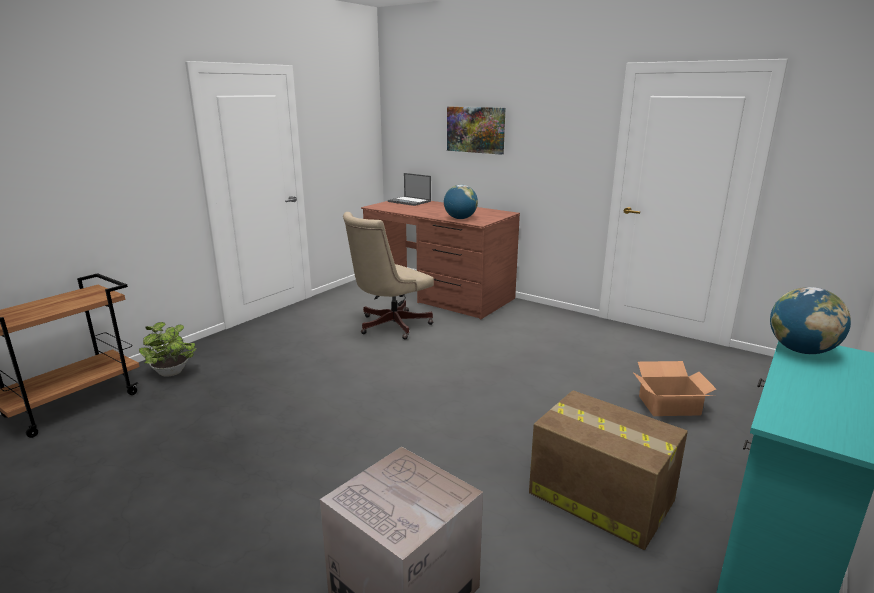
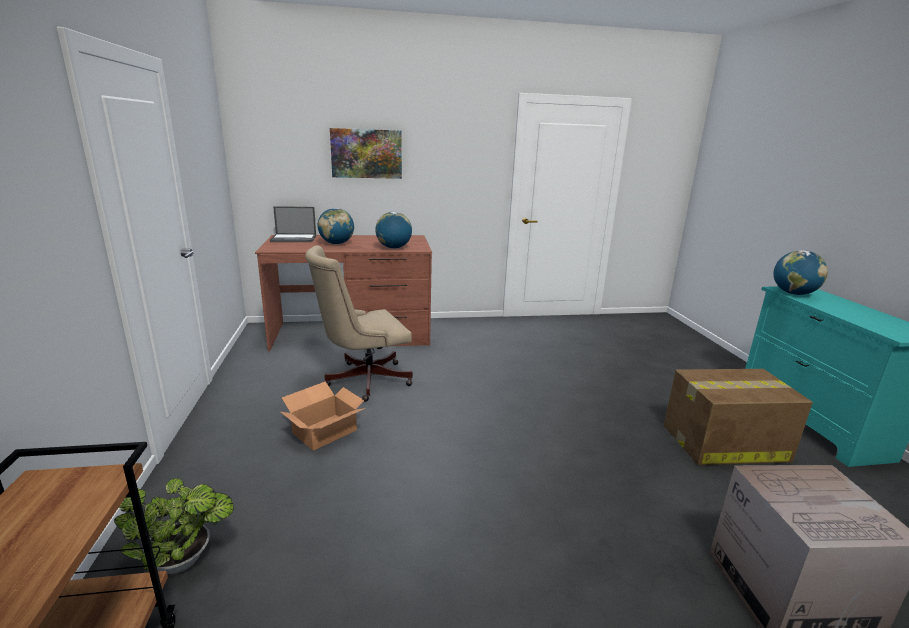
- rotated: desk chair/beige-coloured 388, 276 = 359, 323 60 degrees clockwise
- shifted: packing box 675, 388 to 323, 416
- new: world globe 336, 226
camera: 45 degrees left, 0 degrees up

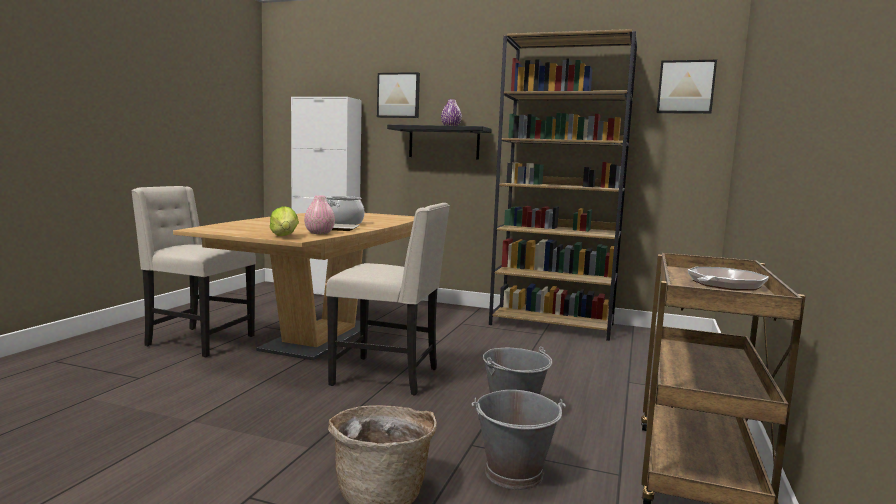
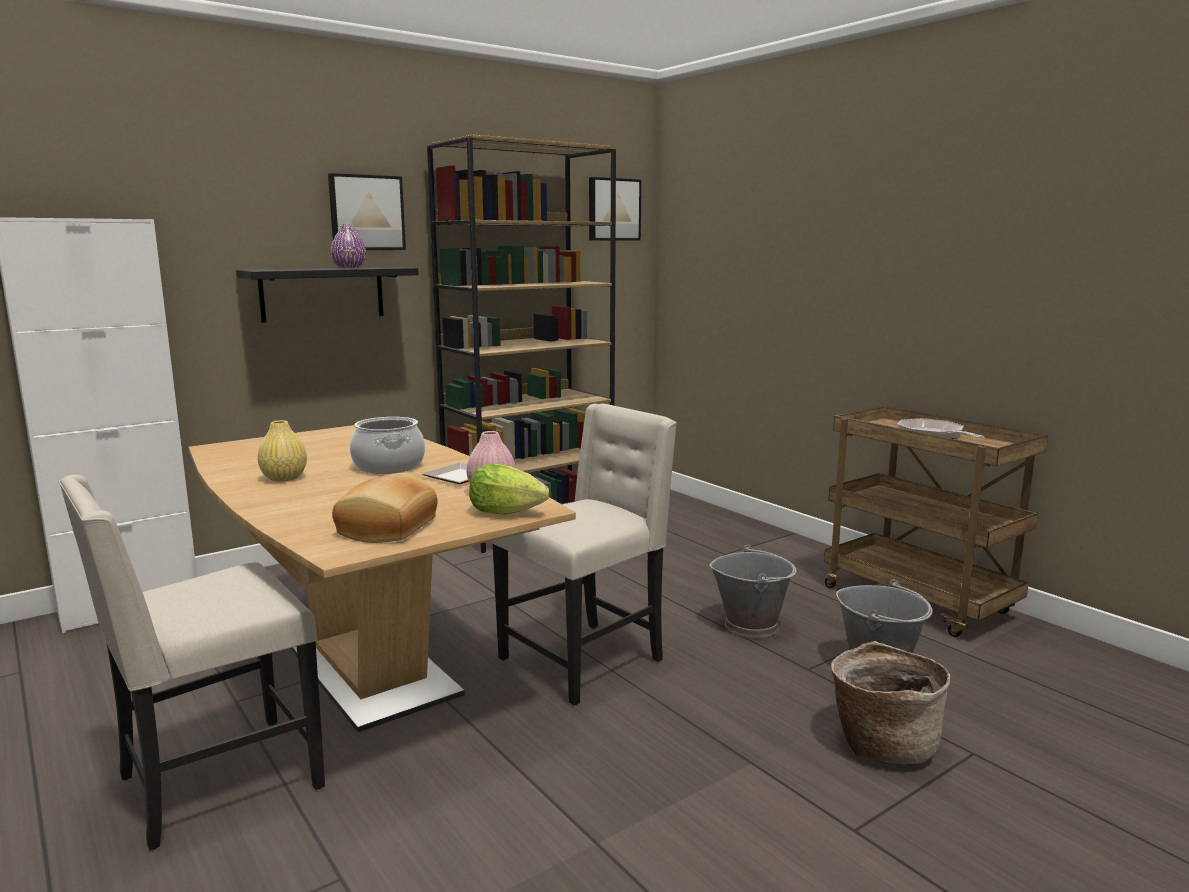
- shifted: picture 398, 95 to 367, 211
- new: vase/yellowish 282, 451
- new: baked bread 385, 508
camera: 55 degrees left, 5 degrees up

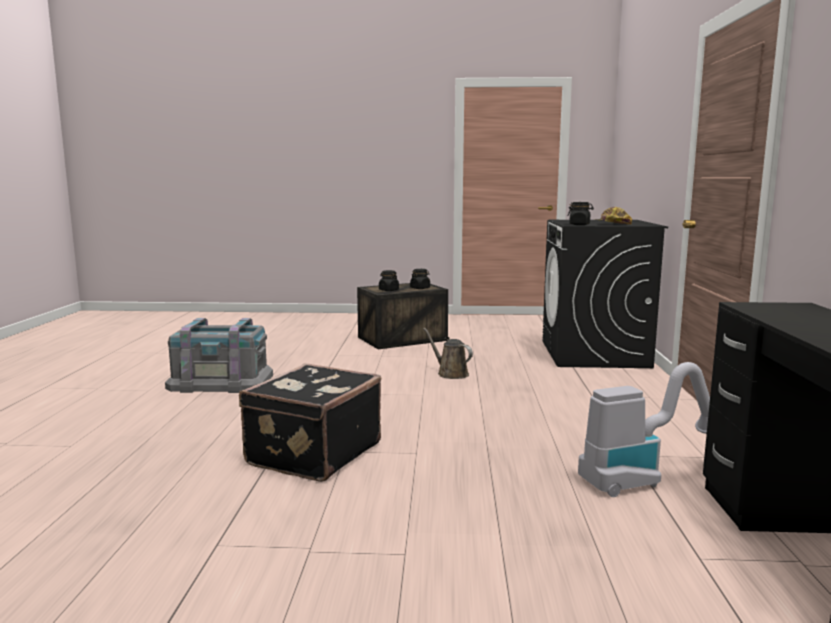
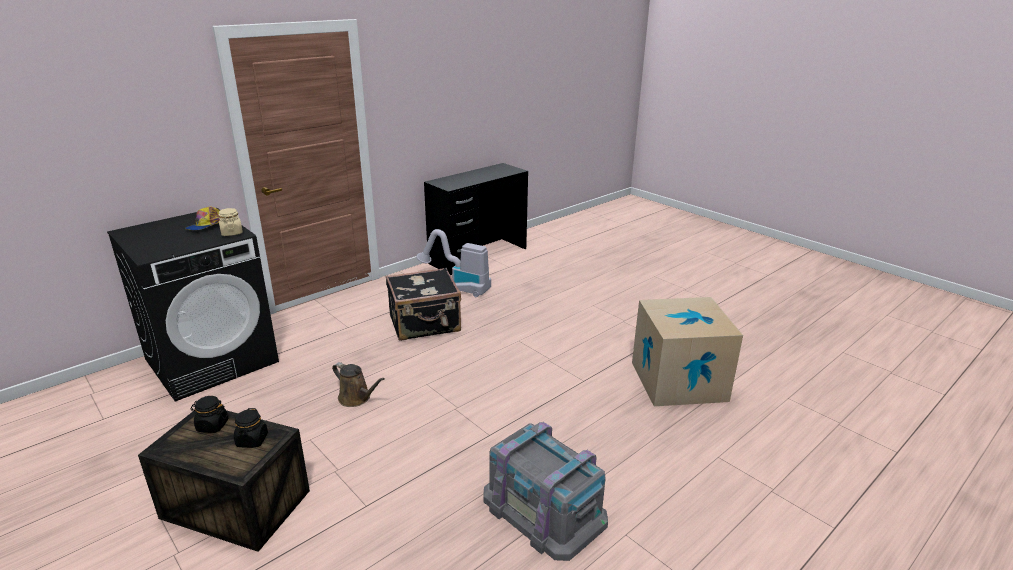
- shifted: travel case/black-coloured 310, 422 to 423, 304
- rotated: watering pot/brown 448, 353 = 358, 384 60 degrees counterclockwise
- repainted: preserve jar/black-coloured 580, 213 to preserve jar/beige-coloured 230, 222
- new: packing box 687, 351
camera: 135 degrees left, 15 degrees up

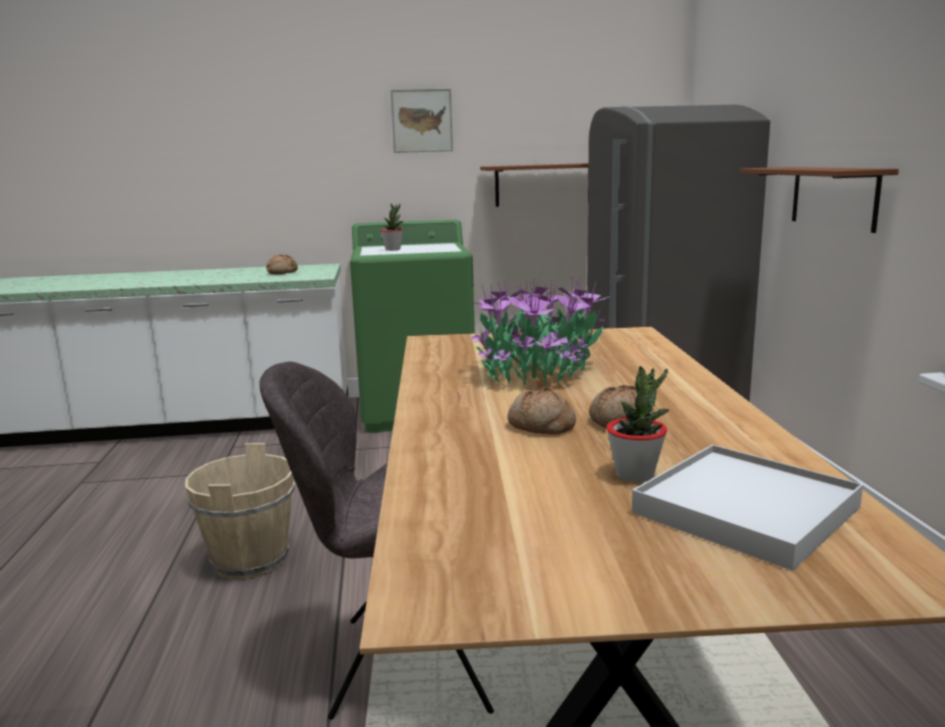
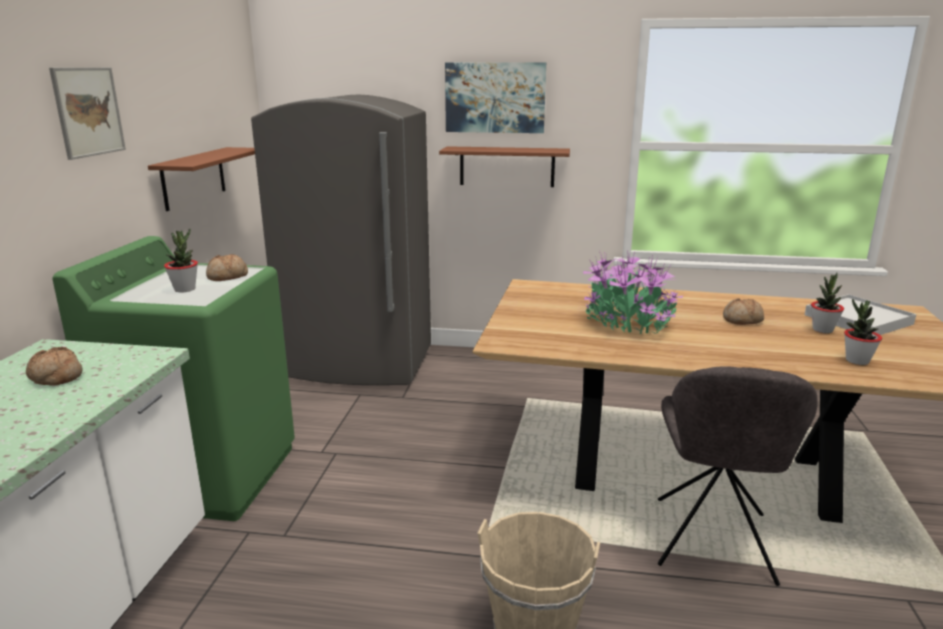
- shifted: baked bread 542, 411 to 227, 267
- new: picture 495, 98
- new: plant in a pot 863, 332
camera: 75 degrees left, 5 degrees up

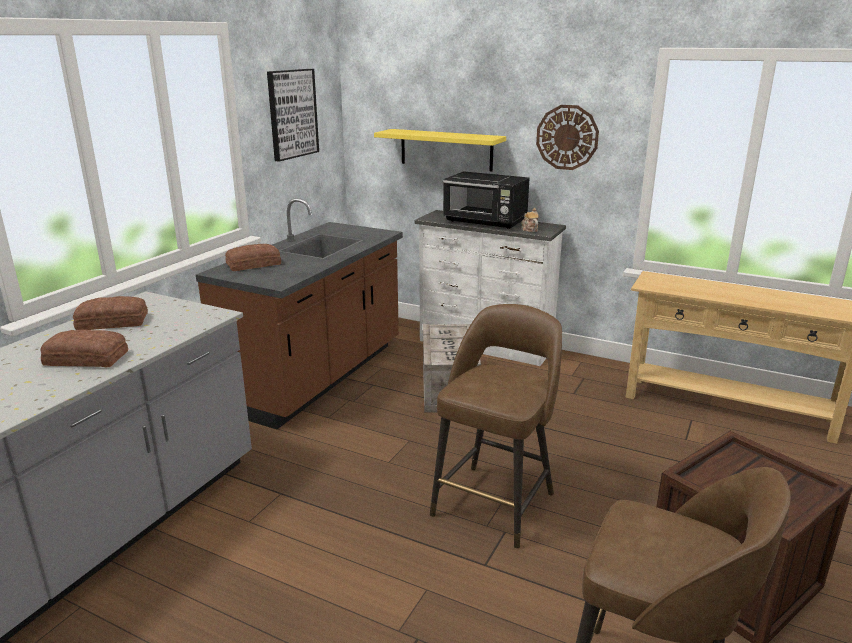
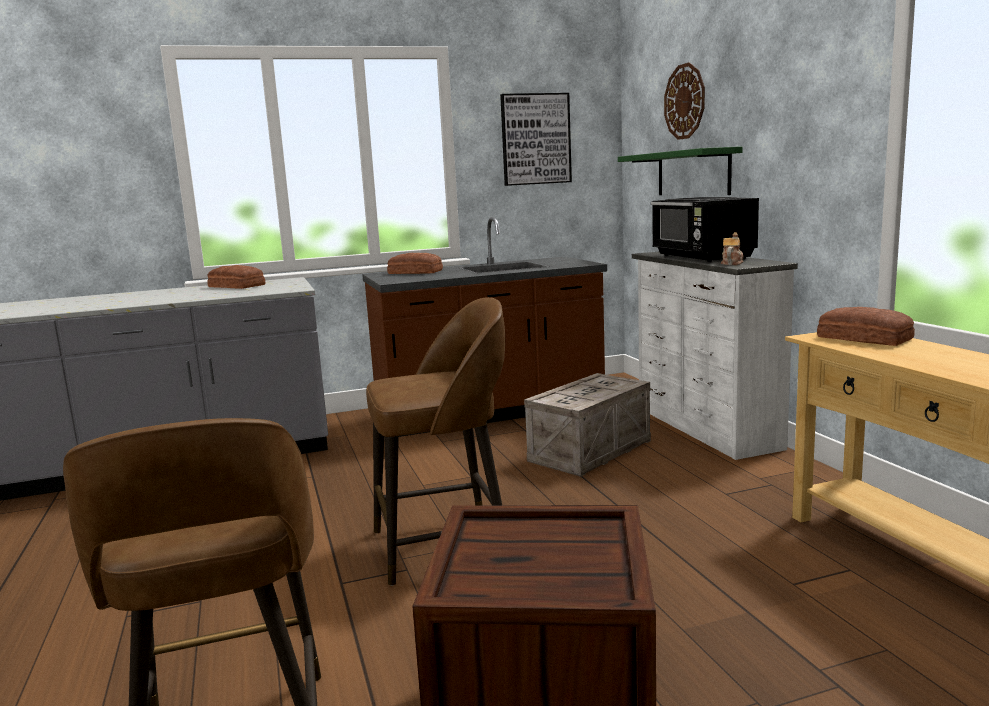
- shifted: baked bread 84, 348 to 866, 326
- repainted: shelf/yellowish 440, 150 to shelf/greenish 680, 170
- shifted: clock on the wall 567, 137 to 684, 101
camera: 45 degrees right, 10 degrees down

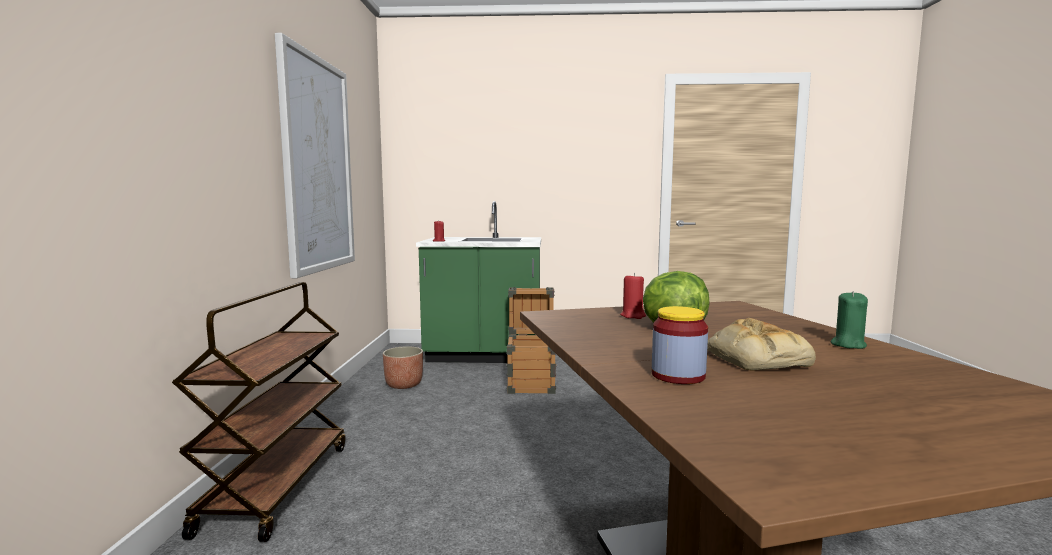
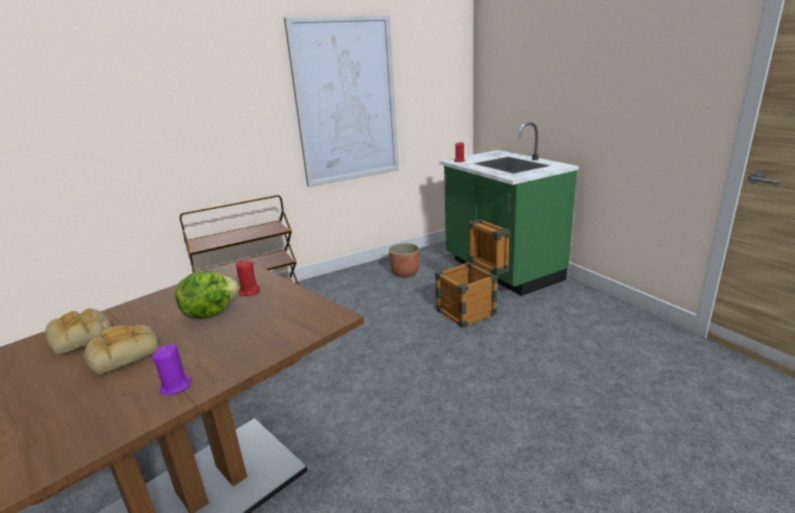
- swapped: preserve jar 680, 345 to baked bread 78, 331
- repainted: wax light/greenish 849, 320 to wax light/purple 172, 369
camera: 60 degrees right, 15 degrees up

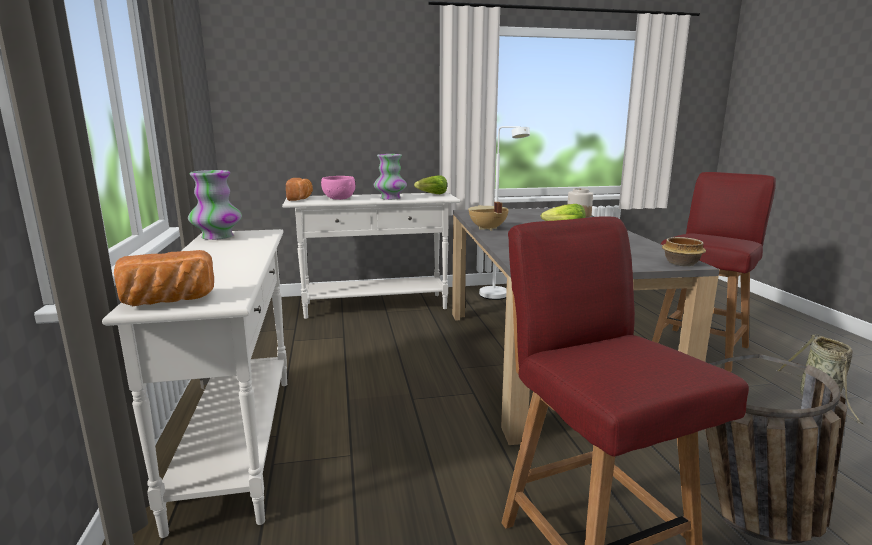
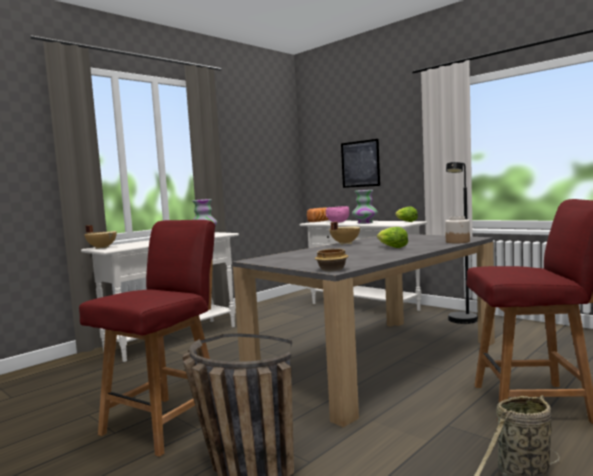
- swapped: baked bread 164, 278 to stockpot/beige-coloured 100, 237
- repainted: standard lamp/white 504, 213 to standard lamp/black-coloured 462, 243
- new: picture 360, 163
camera: 55 degrees right, 10 degrees down

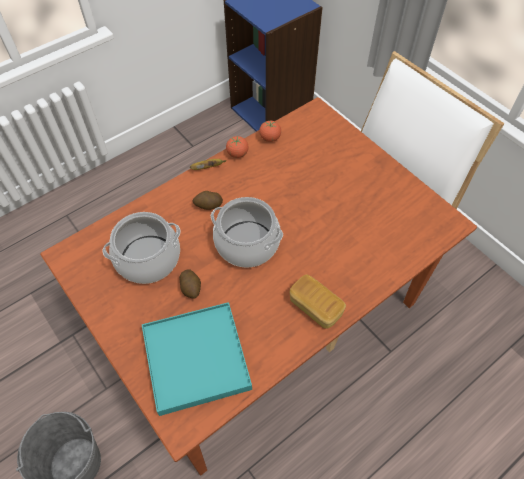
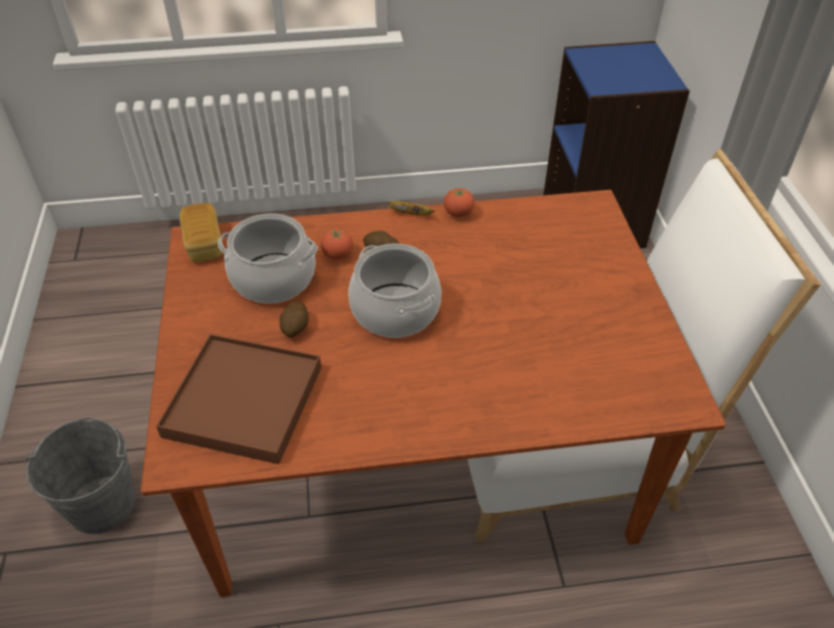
- repainted: carrying tray/turquoise-coloured 197, 359 to carrying tray/brown 238, 399
- shifted: whole tomato 270, 131 to 337, 244
- shifted: baked bread 318, 301 to 200, 232
camera: 30 degrees right, 10 degrees down

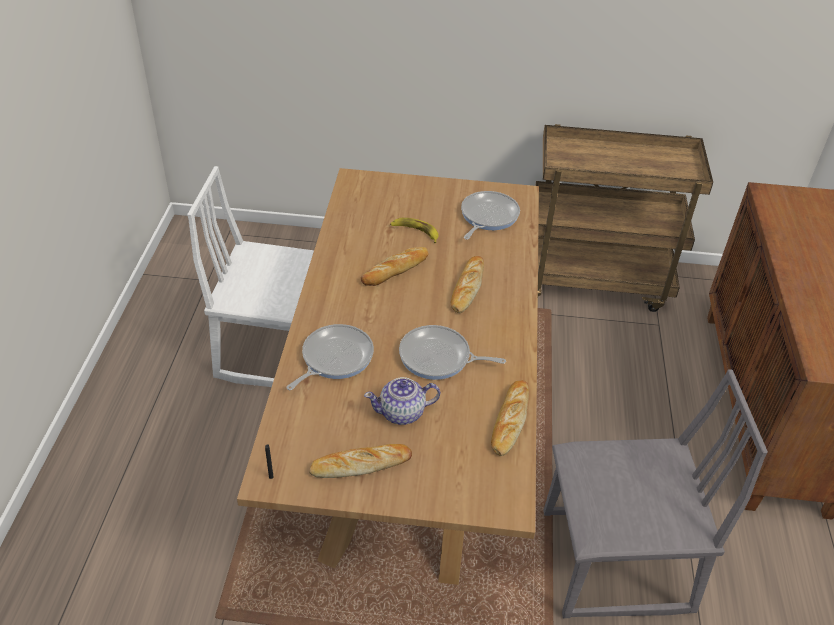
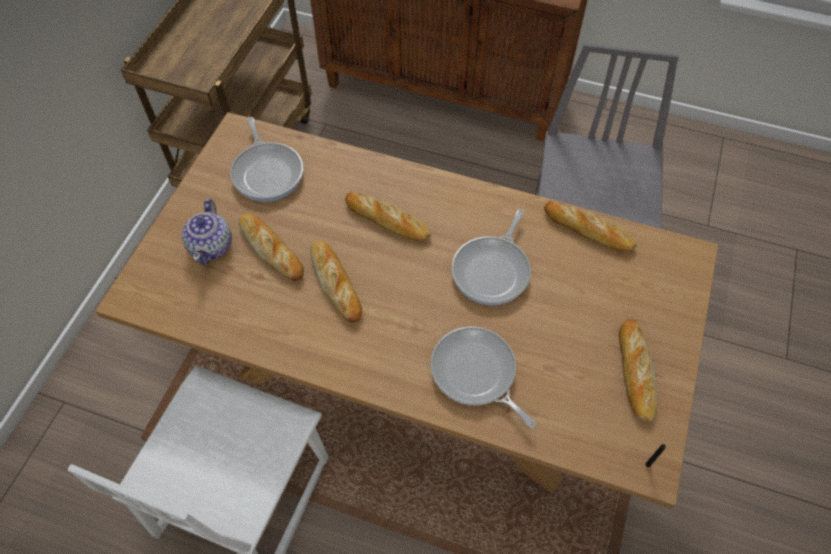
- shifted: teapot 402, 401 to 207, 232
- swapped: whole banana 414, 230 to baked bread 271, 247
- rotated: frying pan 490, 215 = 266, 159 150 degrees counterclockwise
camera: 75 degrees left, 15 degrees up

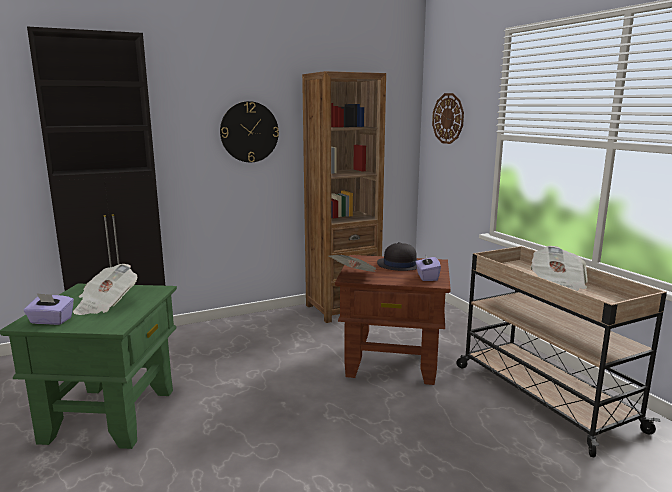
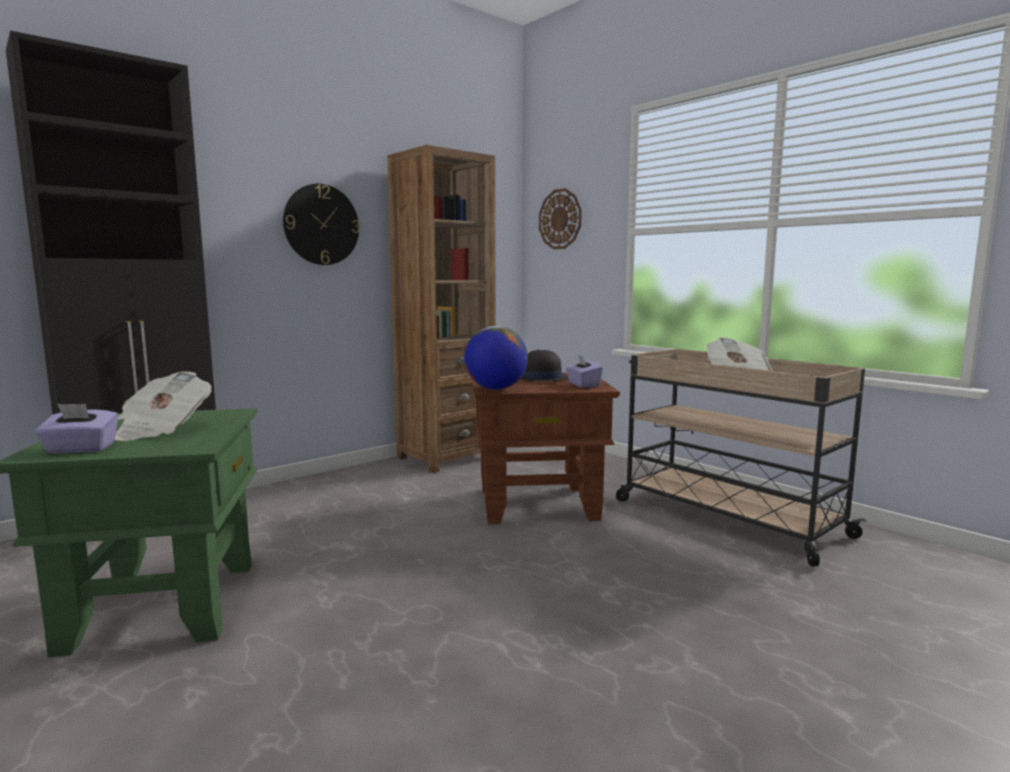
- swapped: printed paper 352, 263 to world globe 496, 358
camera: 15 degrees left, 5 degrees down

